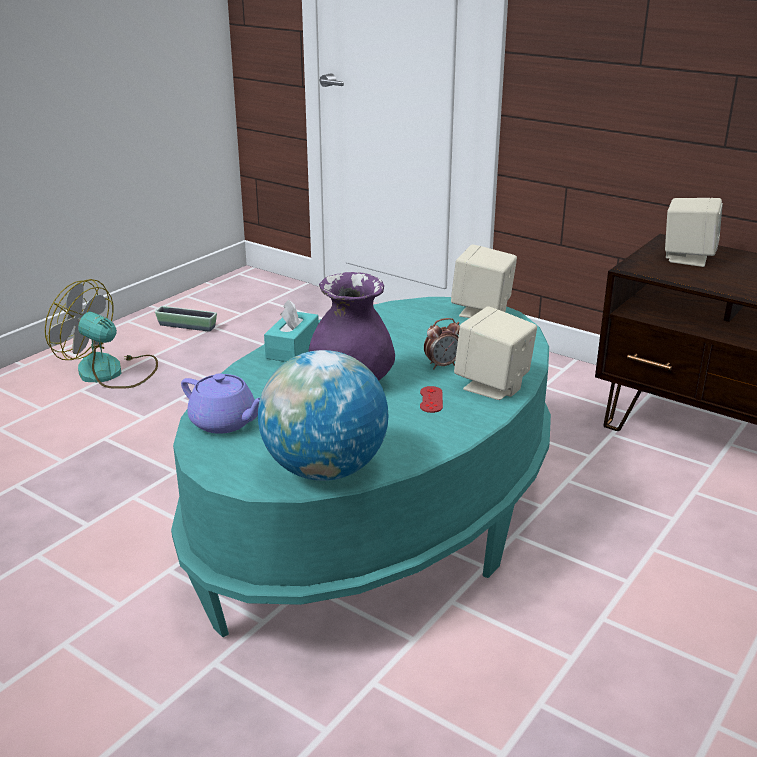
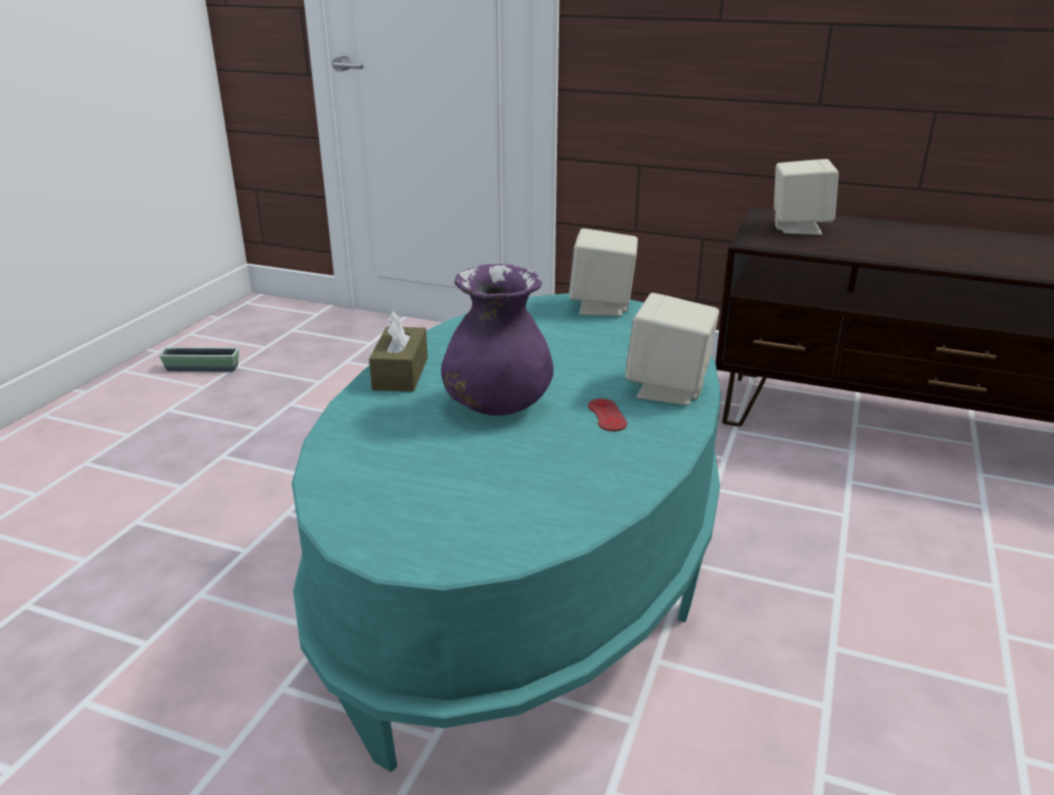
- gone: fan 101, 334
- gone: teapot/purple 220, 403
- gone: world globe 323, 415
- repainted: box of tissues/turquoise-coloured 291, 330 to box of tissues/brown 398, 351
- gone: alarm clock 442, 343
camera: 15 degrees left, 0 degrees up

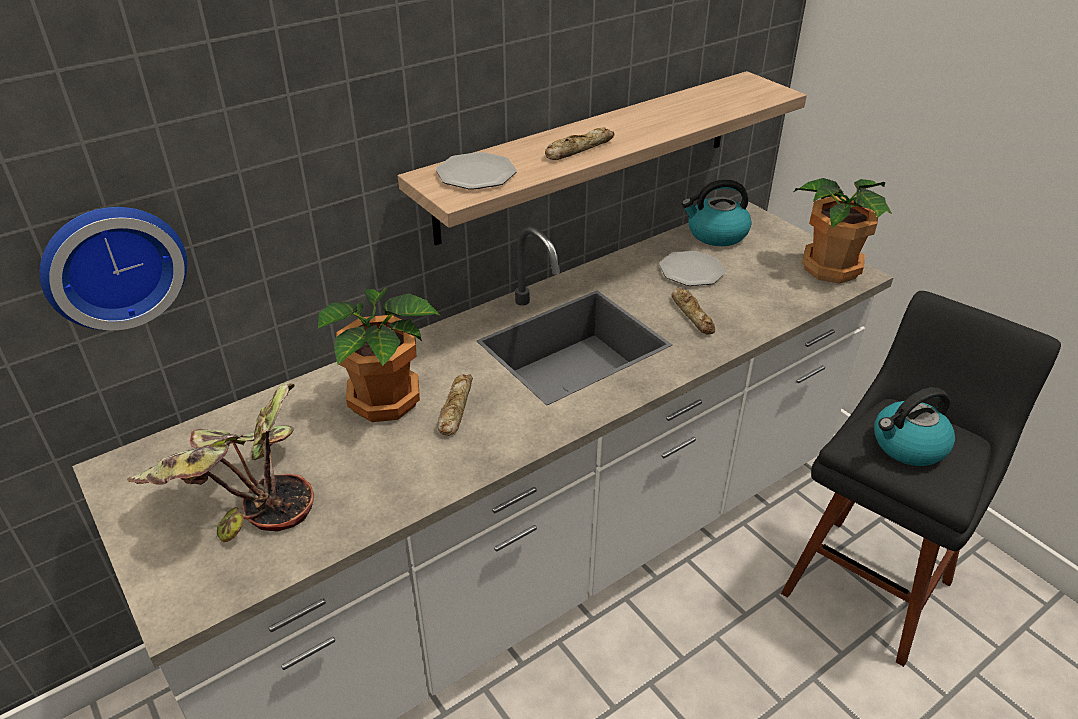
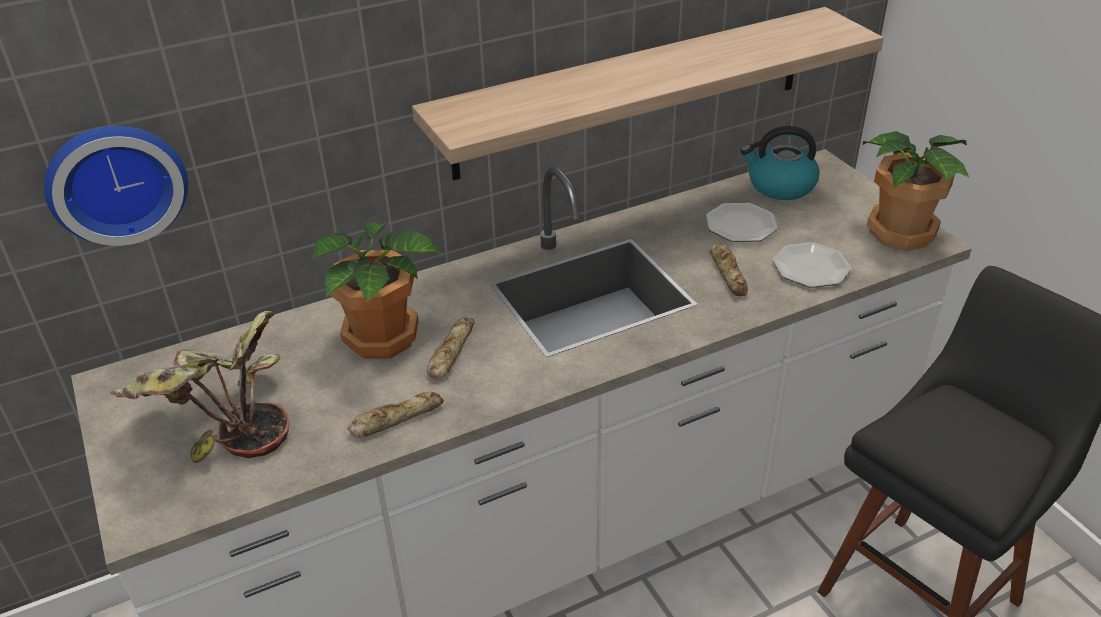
- shifted: dinner plate 476, 171 to 812, 265
- shifted: baked bread 579, 143 to 395, 415
- gone: kettle 914, 426
camera: 10 degrees right, 0 degrees up

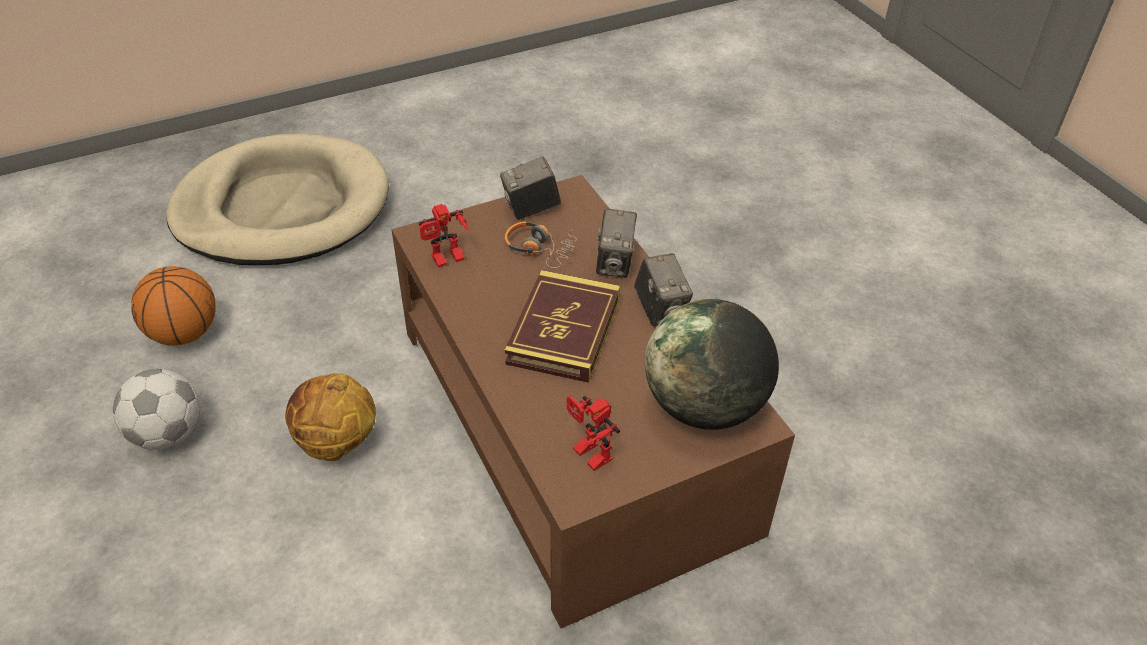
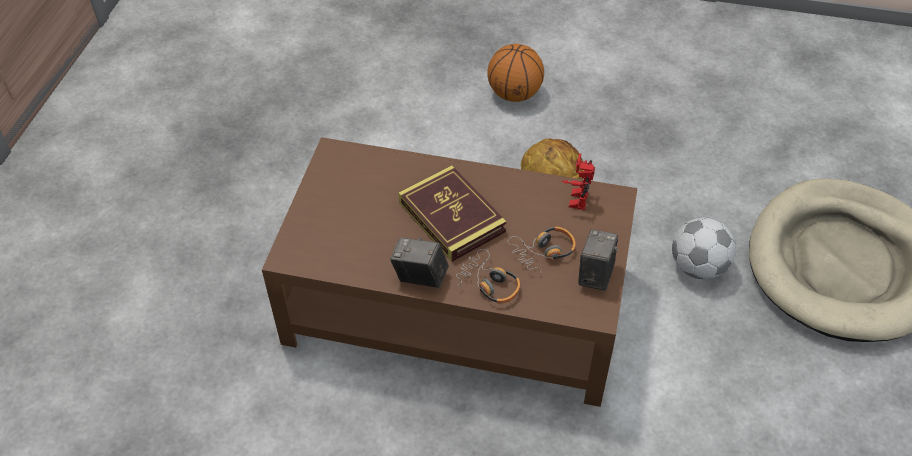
- shifted: ball for football 156, 409 to 704, 248
- shifted: basketball 173, 306 to 515, 73
- gone: robot figure 593, 433
- swapped: photo camera 616, 243 to headset 488, 276
- gone: world globe 712, 364
camera: 130 degrees right, 5 degrees up

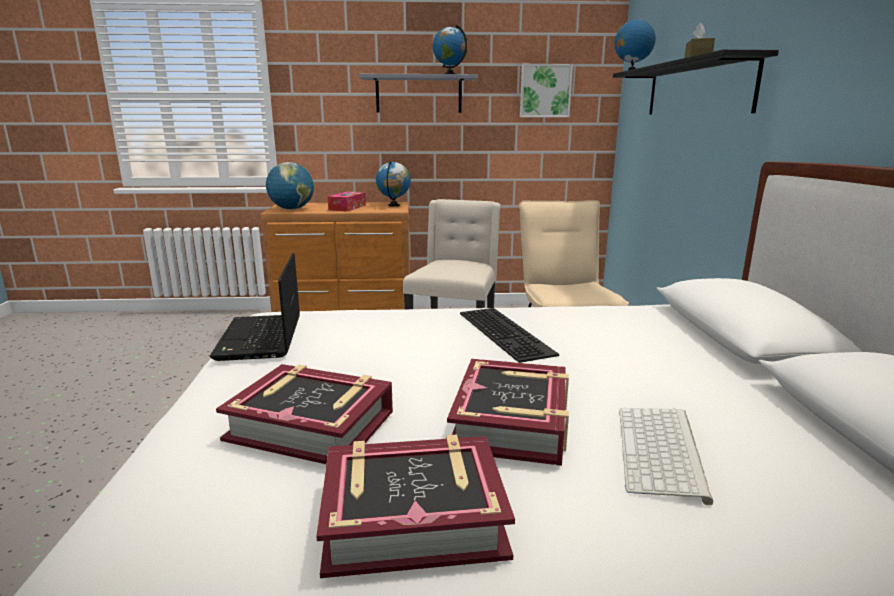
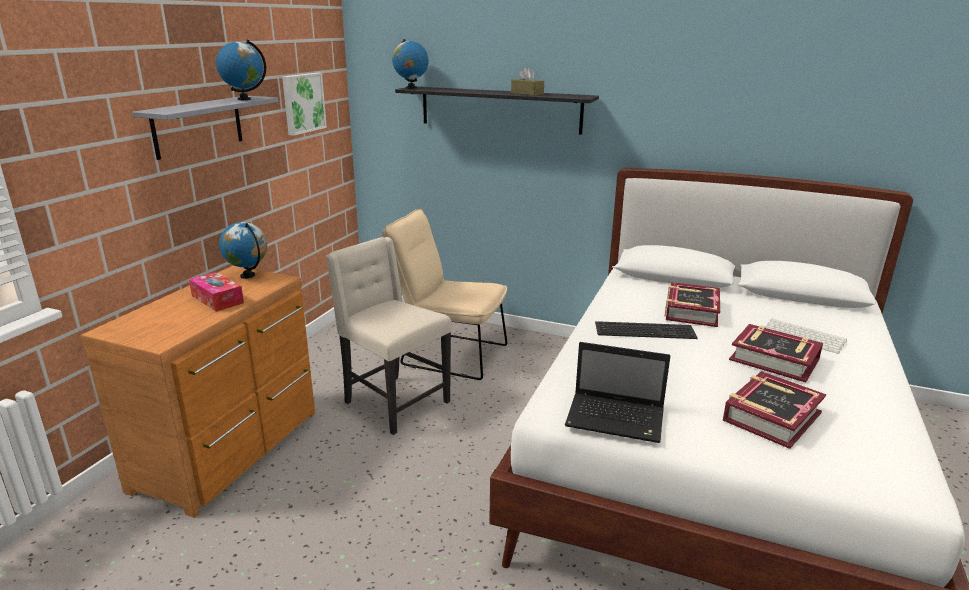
- gone: world globe 290, 186
- shifted: book 415, 506 to 692, 304
camera: 65 degrees left, 5 degrees up

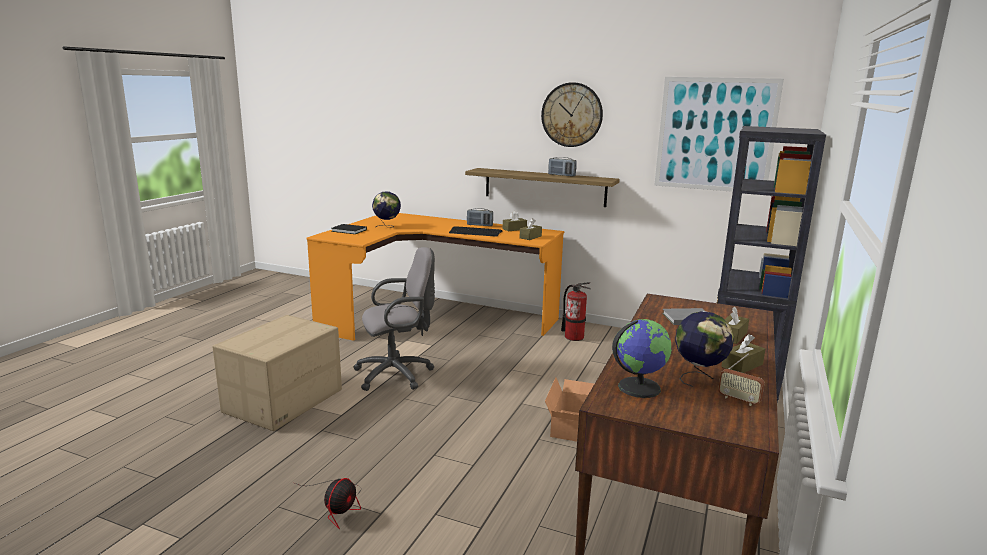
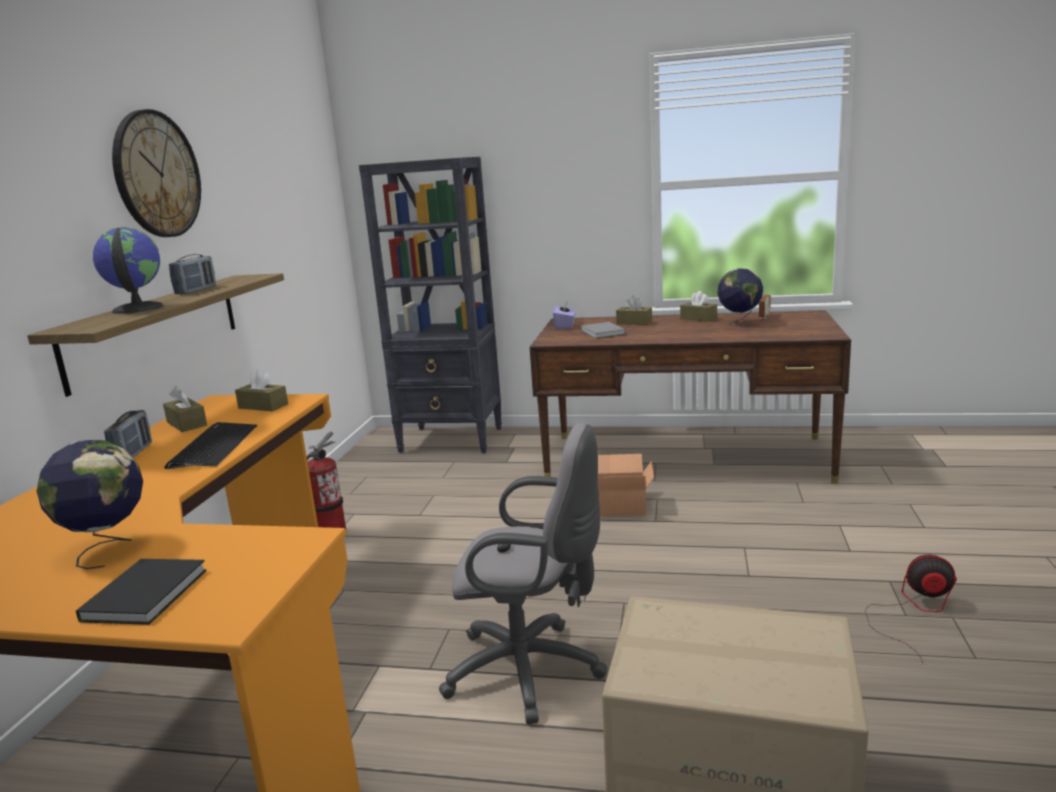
- rotated: desk chair/greyish 394, 319 = 523, 573 135 degrees clockwise
- shifted: world globe 642, 358 to 128, 270
- gone: picture 719, 134
- new: box of tissues/purple 564, 314
camera: 100 degrees left, 0 degrees up

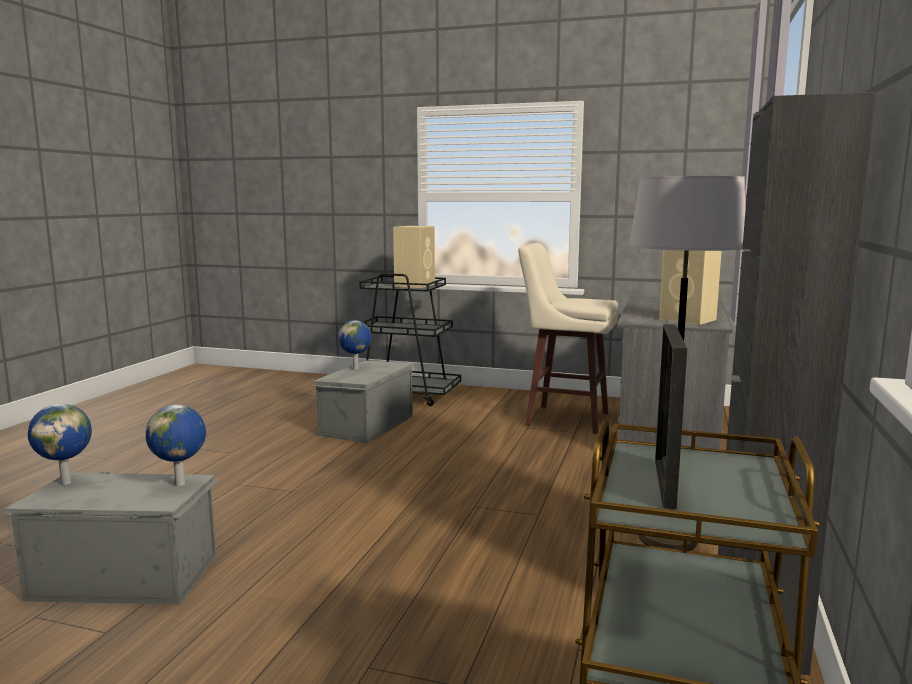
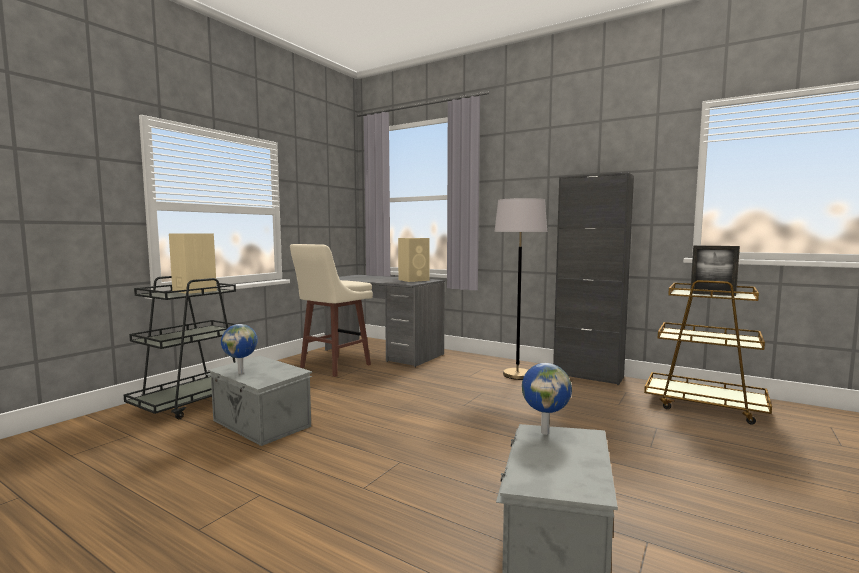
- gone: world globe 60, 444
camera: 75 degrees left, 5 degrees down

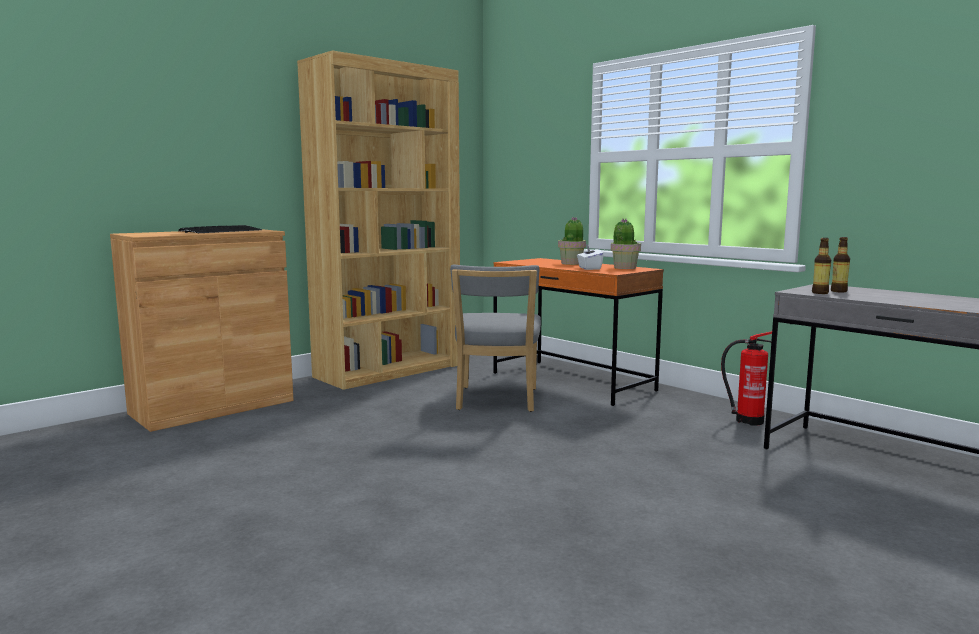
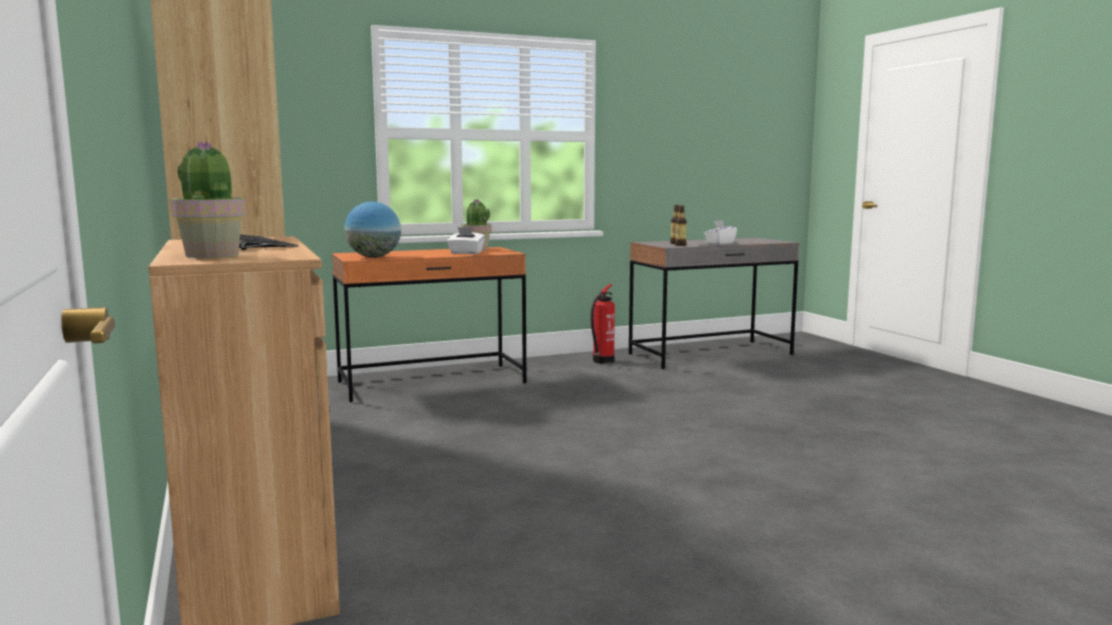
- gone: chair/greyish 495, 338
- shifted: plant in a pot 572, 241 to 208, 199
- new: world globe 372, 229
- new: box of tissues/white 720, 232
camera: 70 degrees left, 0 degrees up

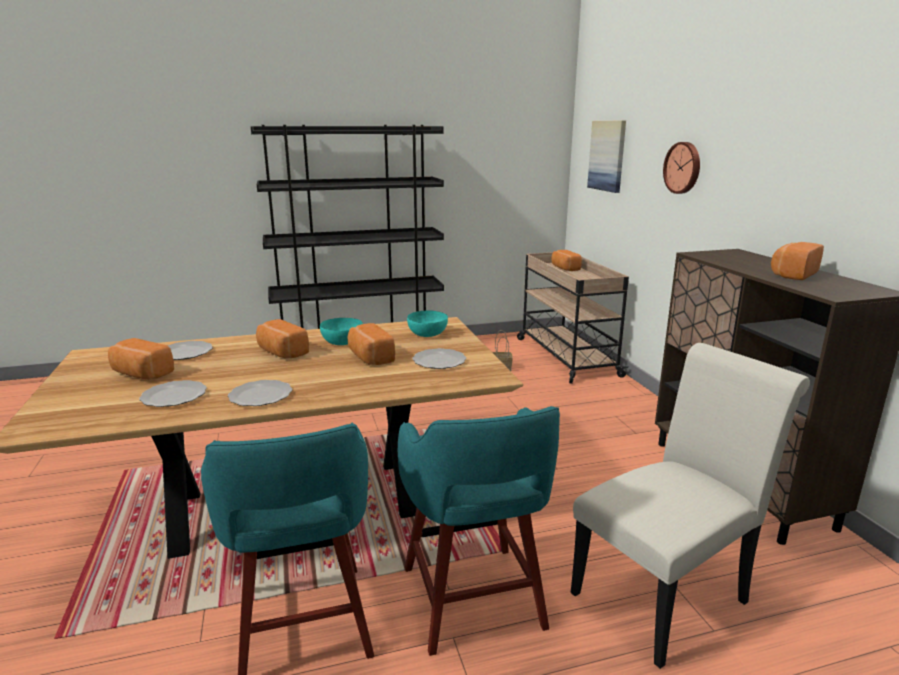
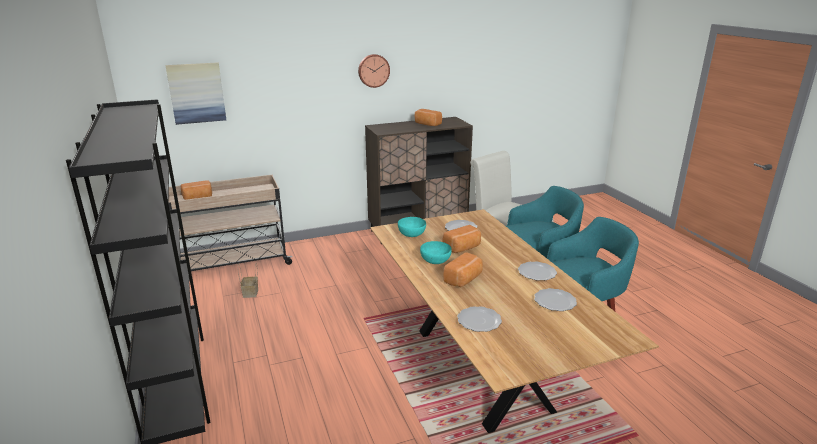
- gone: baked bread 141, 359
- shifted: clock on the wall 681, 168 to 374, 71
camera: 95 degrees left, 5 degrees up

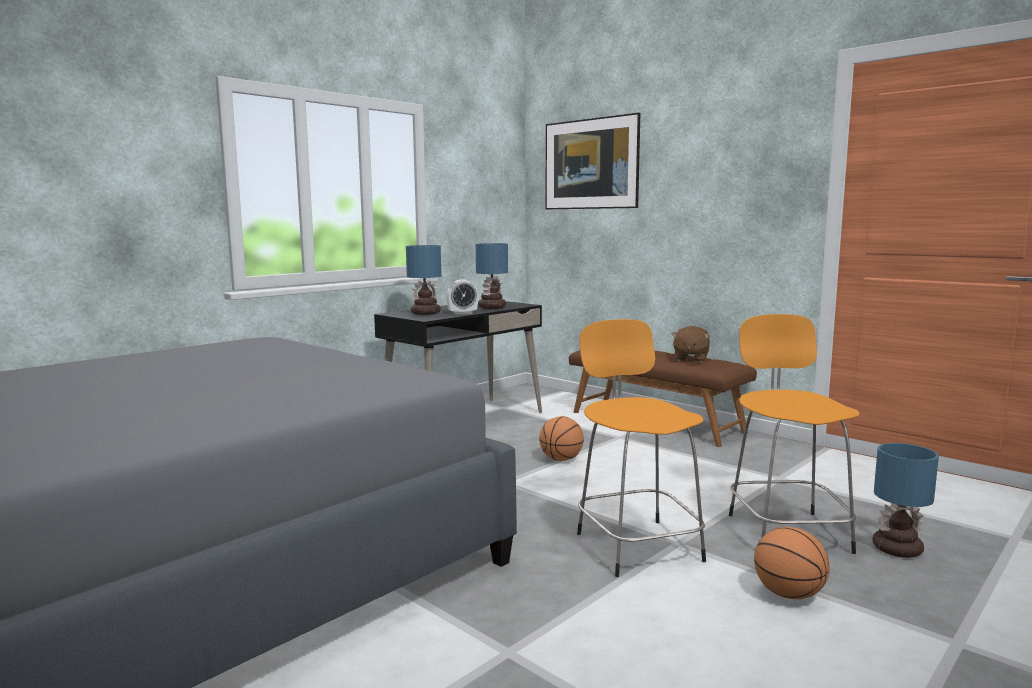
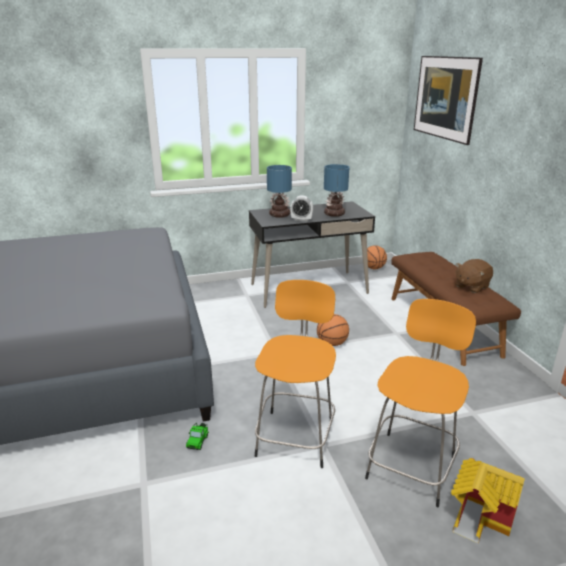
- shifted: basketball 792, 563 to 377, 257
- swapped: table lamp 905, 500 to model house 488, 500
- new: model car 197, 436
camera: 30 degrees right, 15 degrees up

